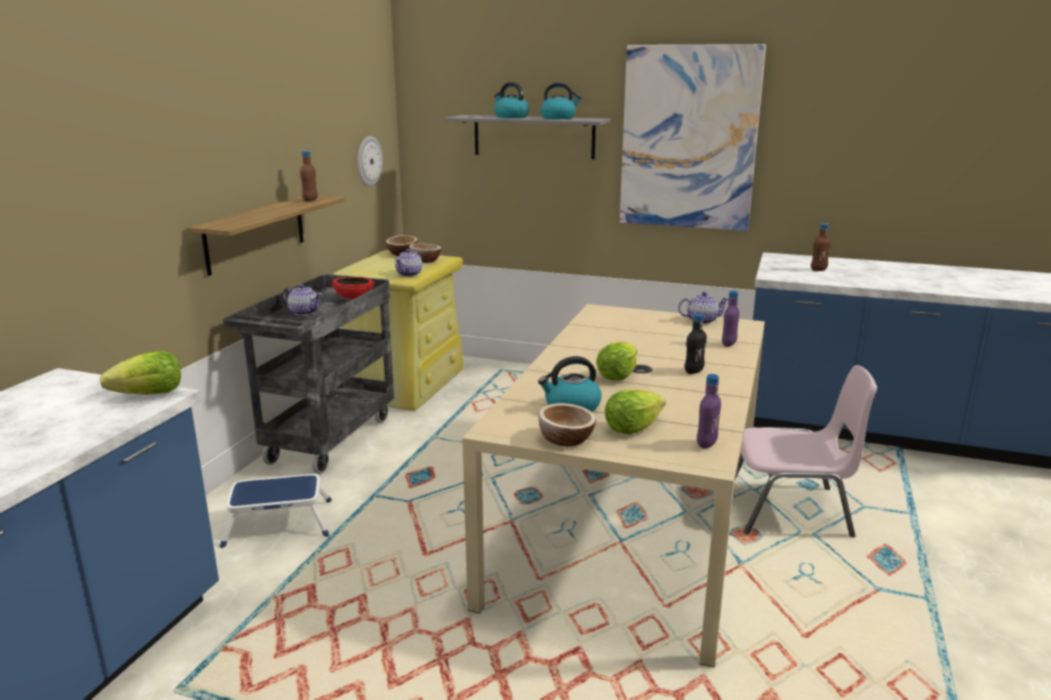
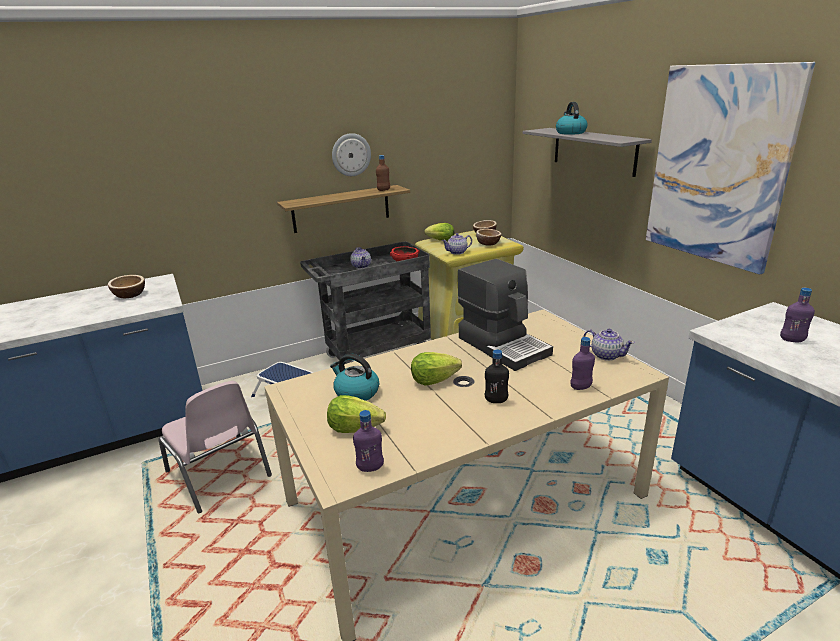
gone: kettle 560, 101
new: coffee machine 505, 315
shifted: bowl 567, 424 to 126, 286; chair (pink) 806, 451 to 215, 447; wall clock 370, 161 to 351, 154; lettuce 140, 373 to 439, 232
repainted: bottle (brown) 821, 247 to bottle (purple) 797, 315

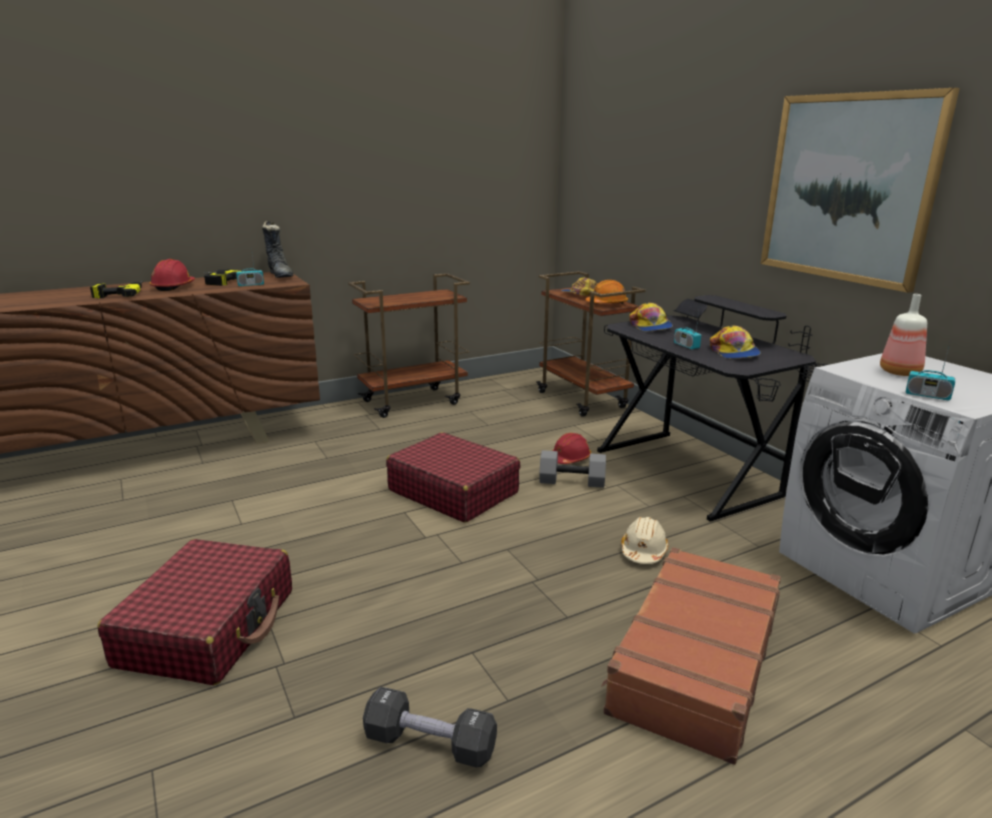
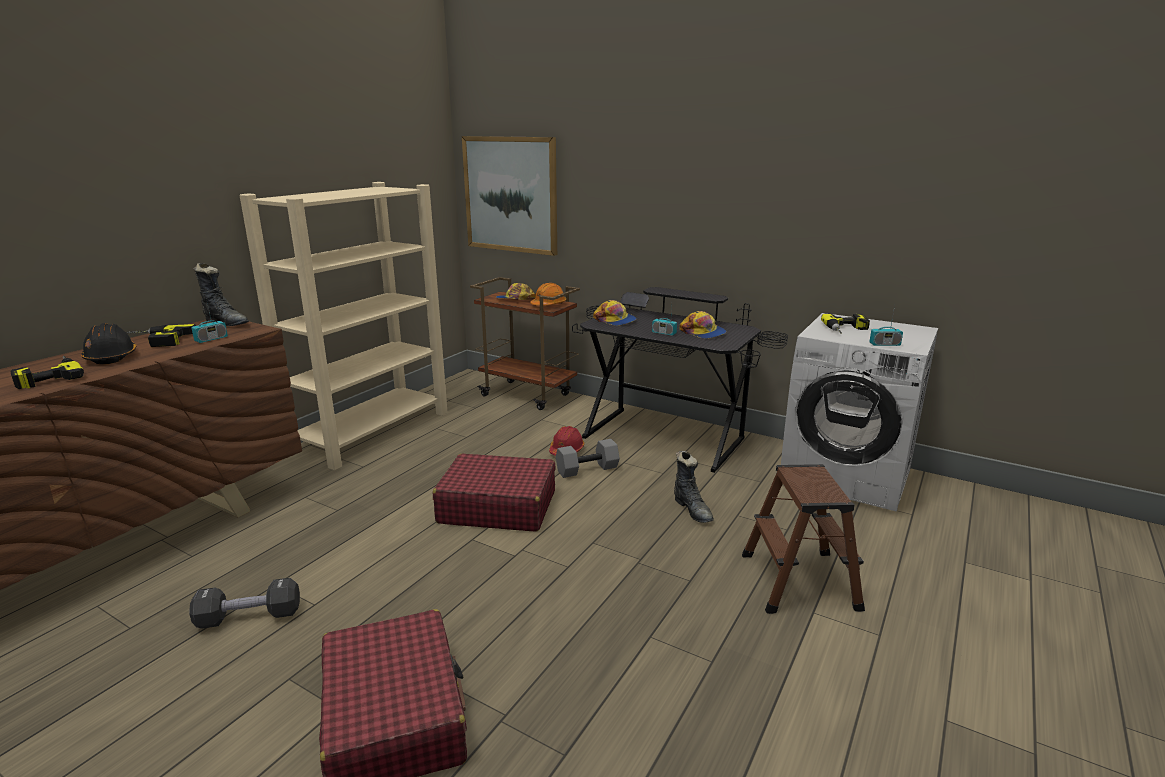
shifted: dumbbell (black) 430, 727 to 244, 603; picture 860, 190 to 509, 196
swapped: cart (brown) 409, 345 to bookcase (beige) 344, 326; hard hat (beige) 644, 540 to boot (black) 694, 487; suitcase (brown) 691, 656 to step ladder (brown) 803, 539; bottle 903, 335 to power drill 845, 323
repainted: hard hat (red) 172, 275 to hard hat (black) 108, 343

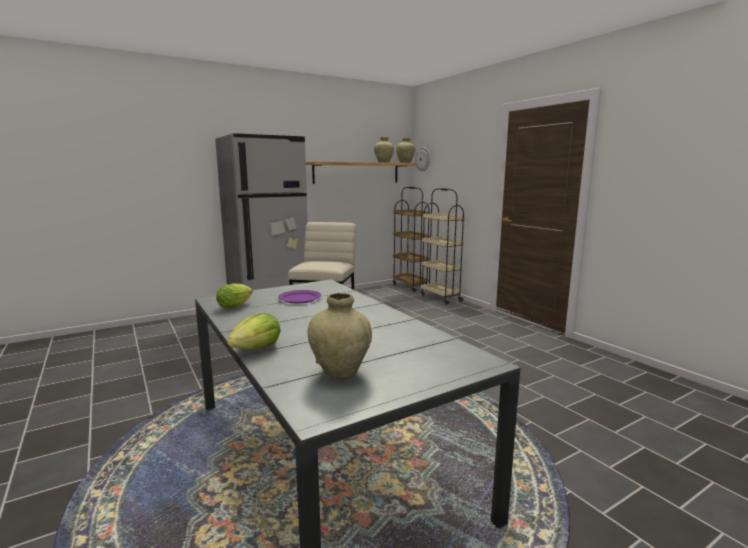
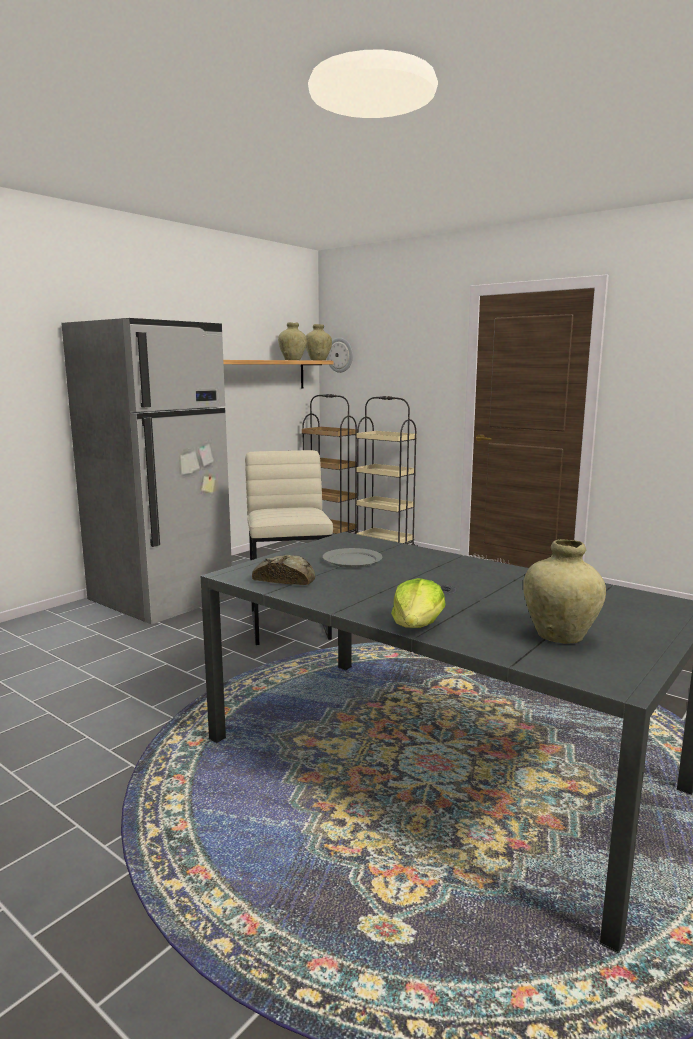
swapped: lettuce 234, 296 to bread 283, 570
repainted: plate (purple) 299, 296 to plate (grey) 352, 557

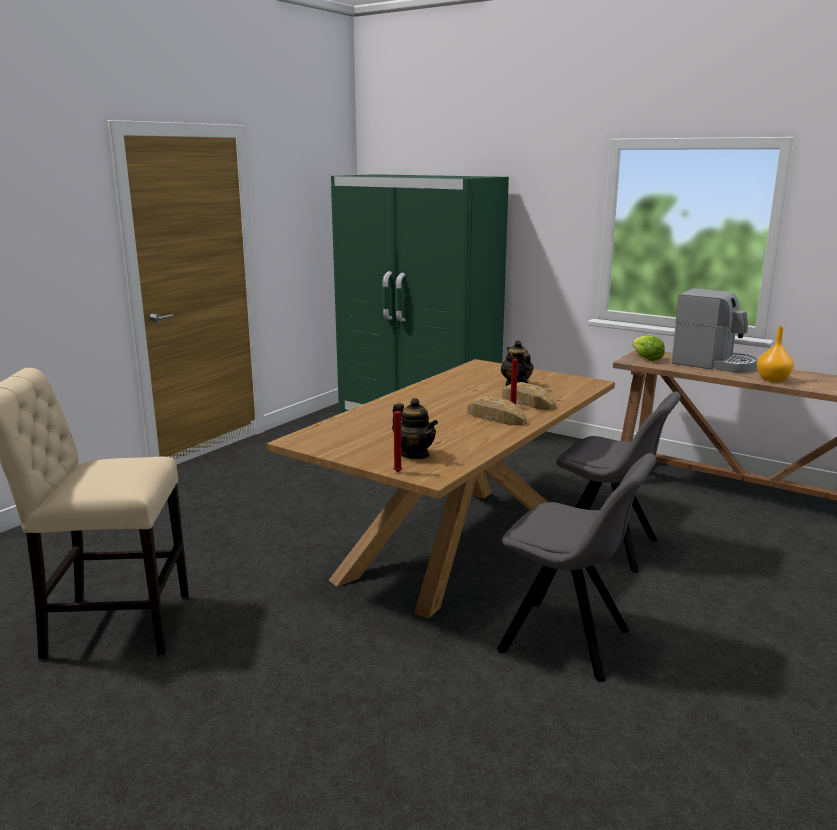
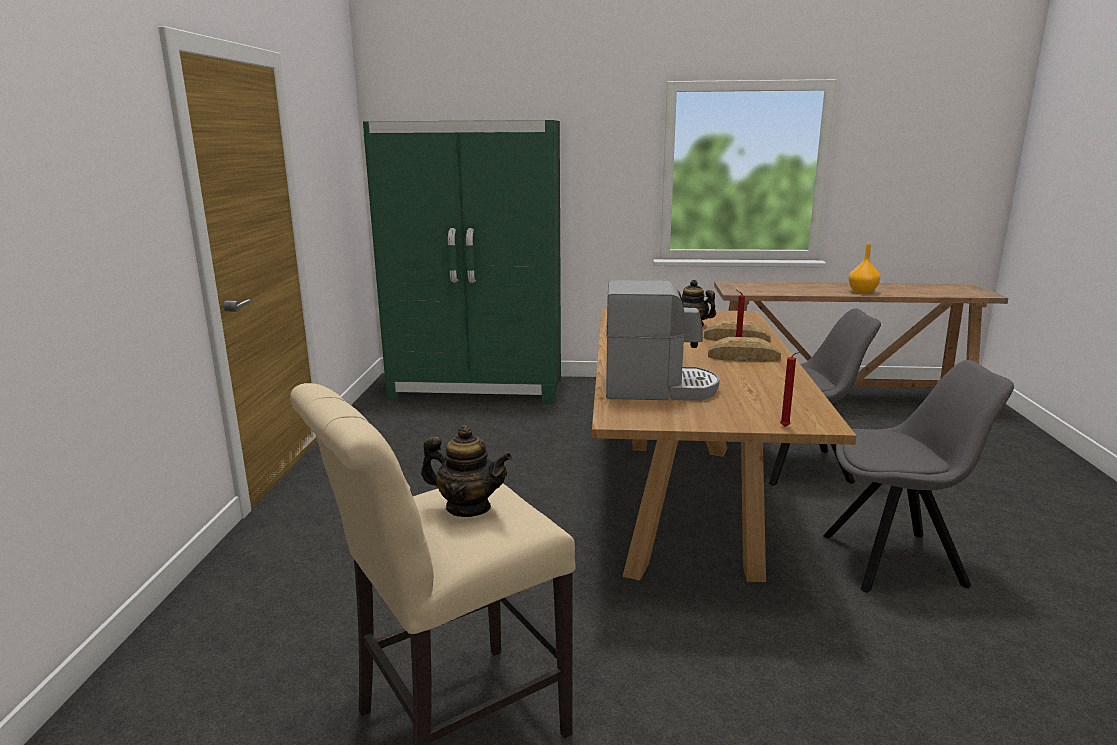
gone: lettuce 648, 348
shifted: teapot 415, 428 to 466, 471; coffee machine 714, 330 to 662, 340

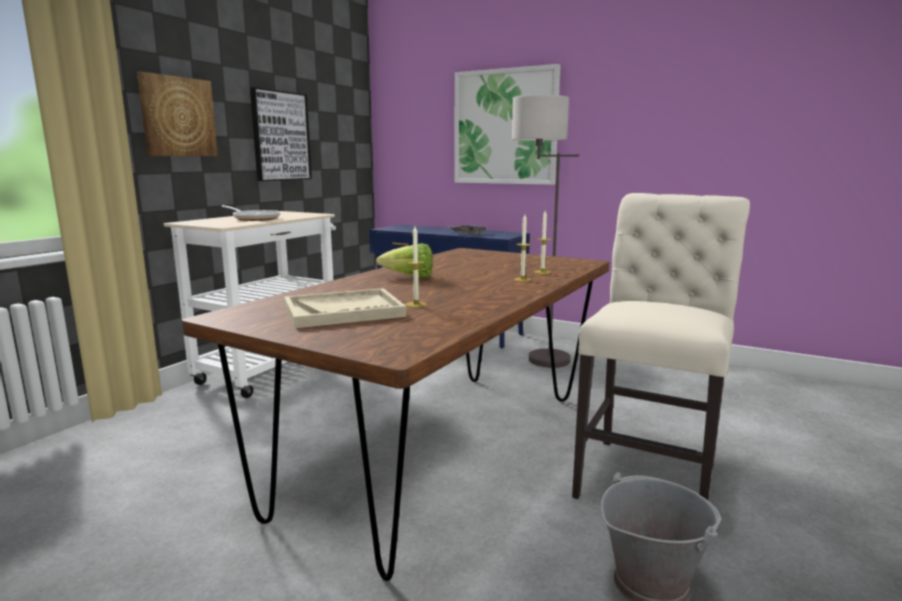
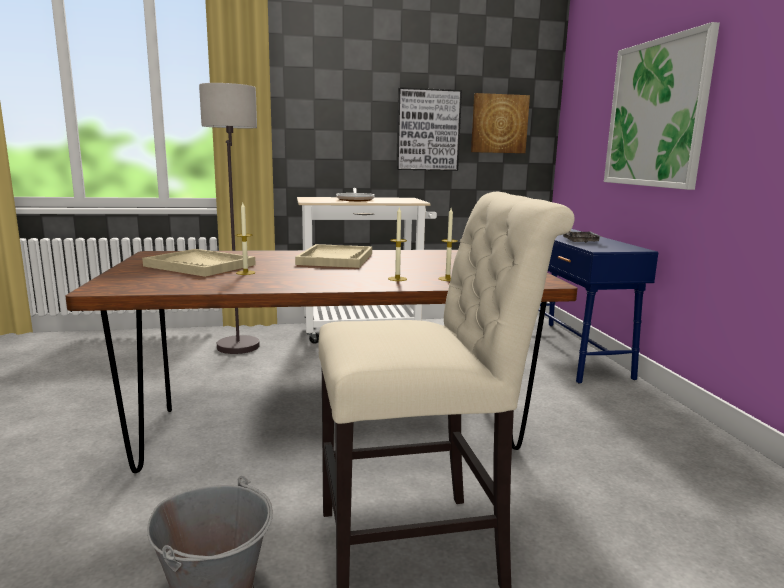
shifted: floor lamp (grey) 545, 231 to 229, 218; picture 177, 114 to 500, 123
swapped: lettuce 404, 260 to tray (beige) 333, 256

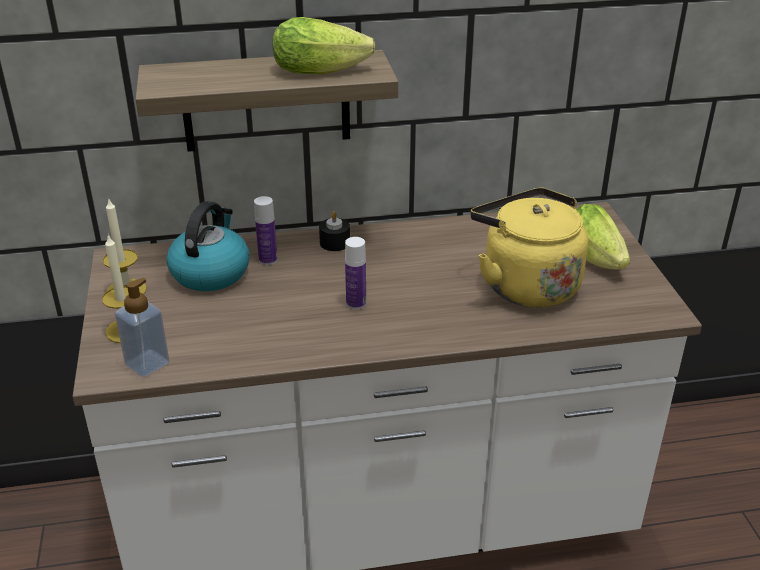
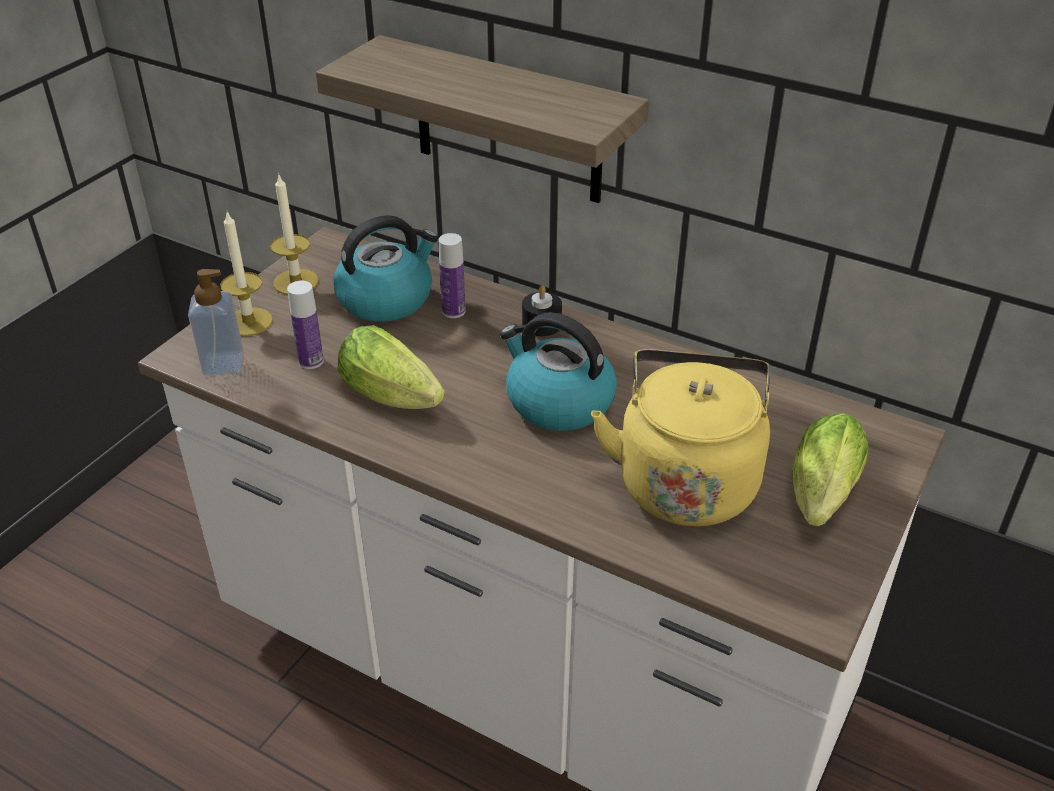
new: kettle 558, 371
shifted: bottle 355, 273 to 305, 325; lettuce 324, 46 to 391, 367

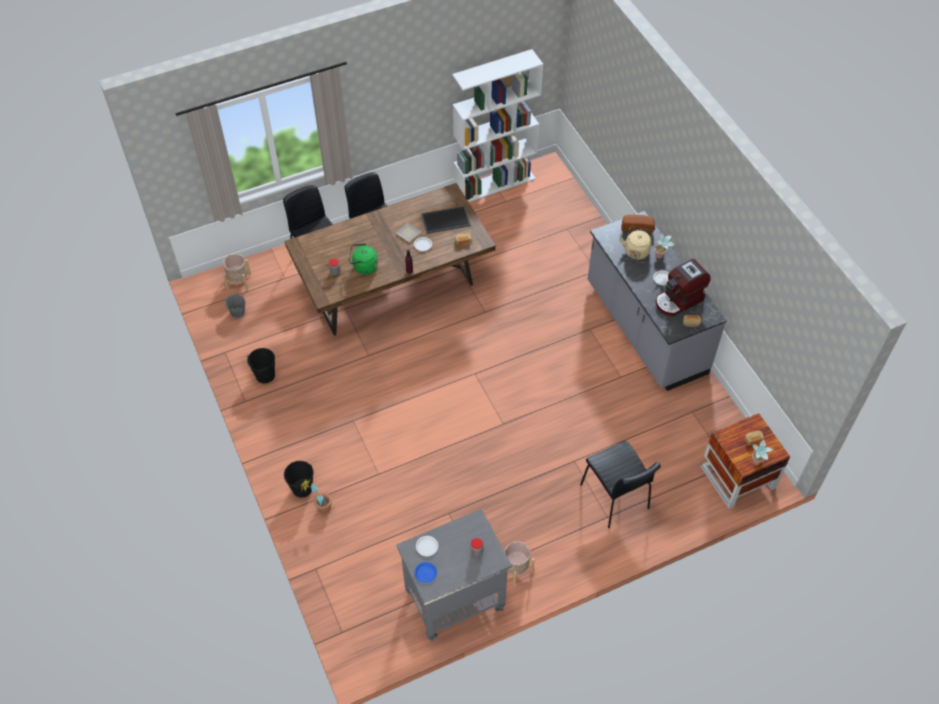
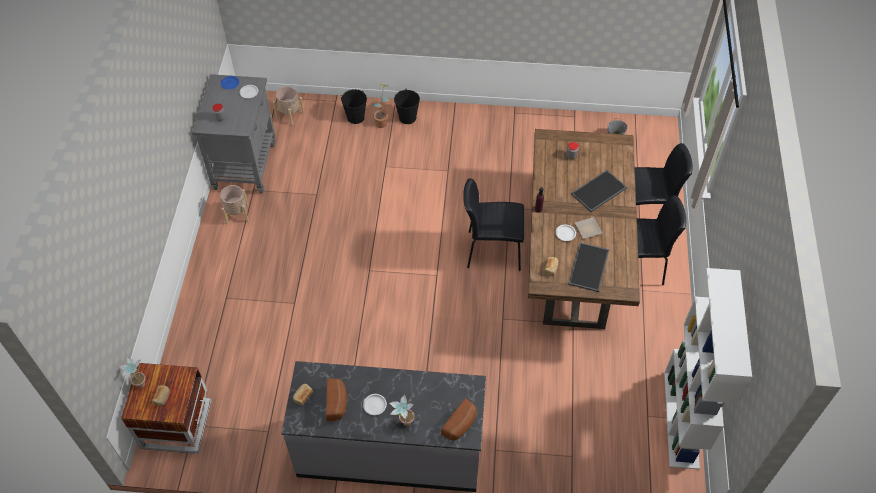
gone: kettle (green) 363, 259; kettle (beige) 637, 243
new: tray 599, 191
shifted: planter (beige) 237, 272 to 288, 105; bucket (black) 261, 366 to 354, 106; chair (black) 620, 484 to 493, 224
swapped: coffee machine 683, 287 to bread 336, 400

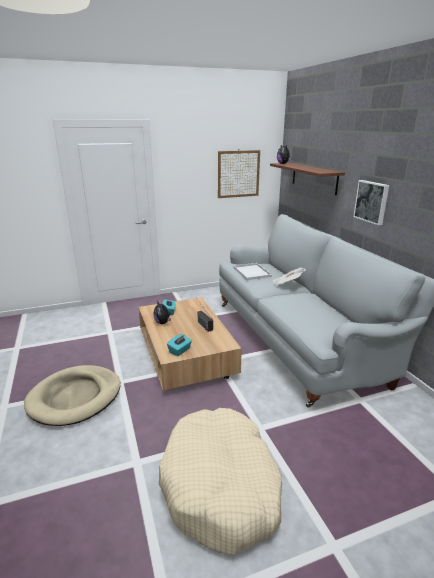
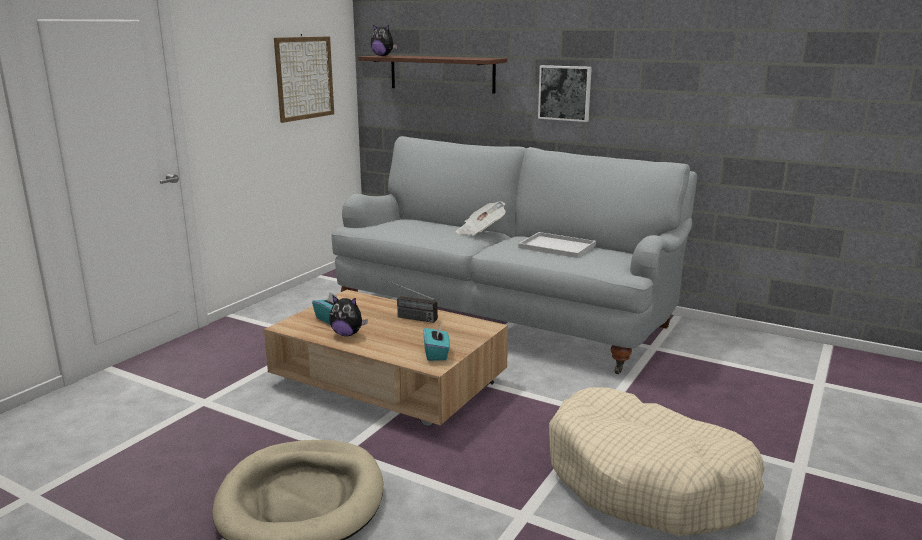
shifted: tray (white) 252, 271 to 557, 245

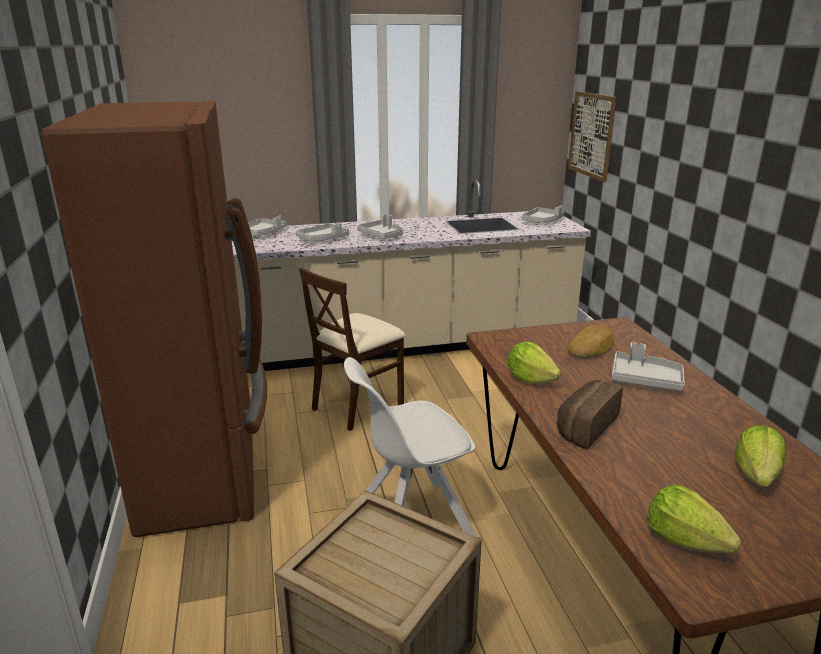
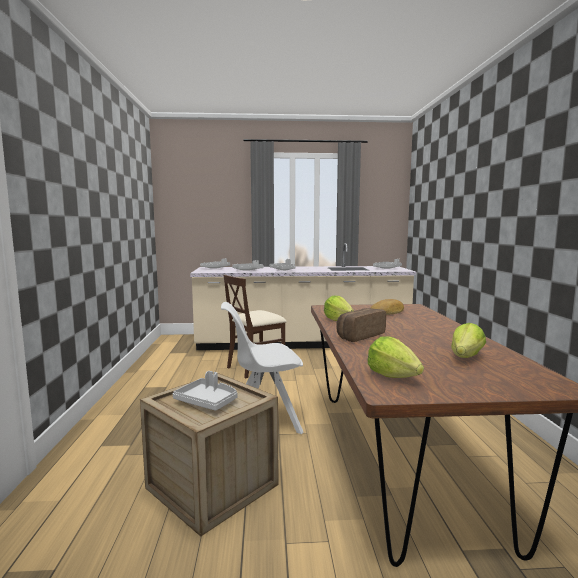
gone: fridge (brown) 154, 319; picture 592, 136
shifted: tray (grey) 648, 366 to 205, 391

